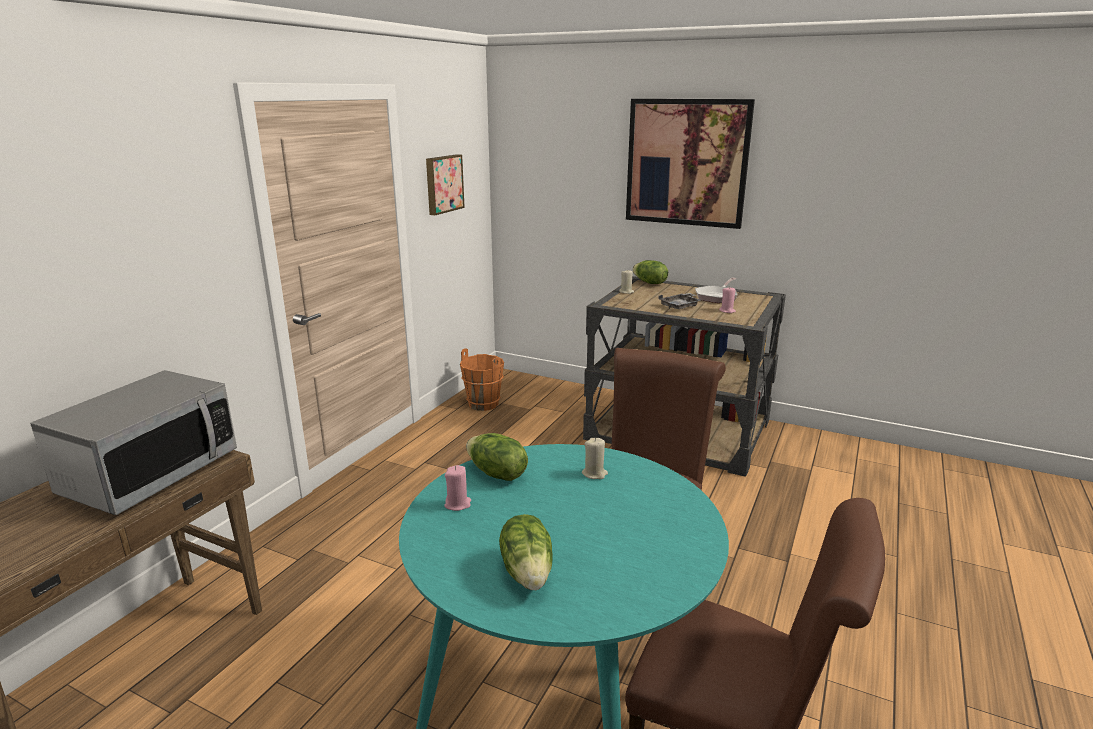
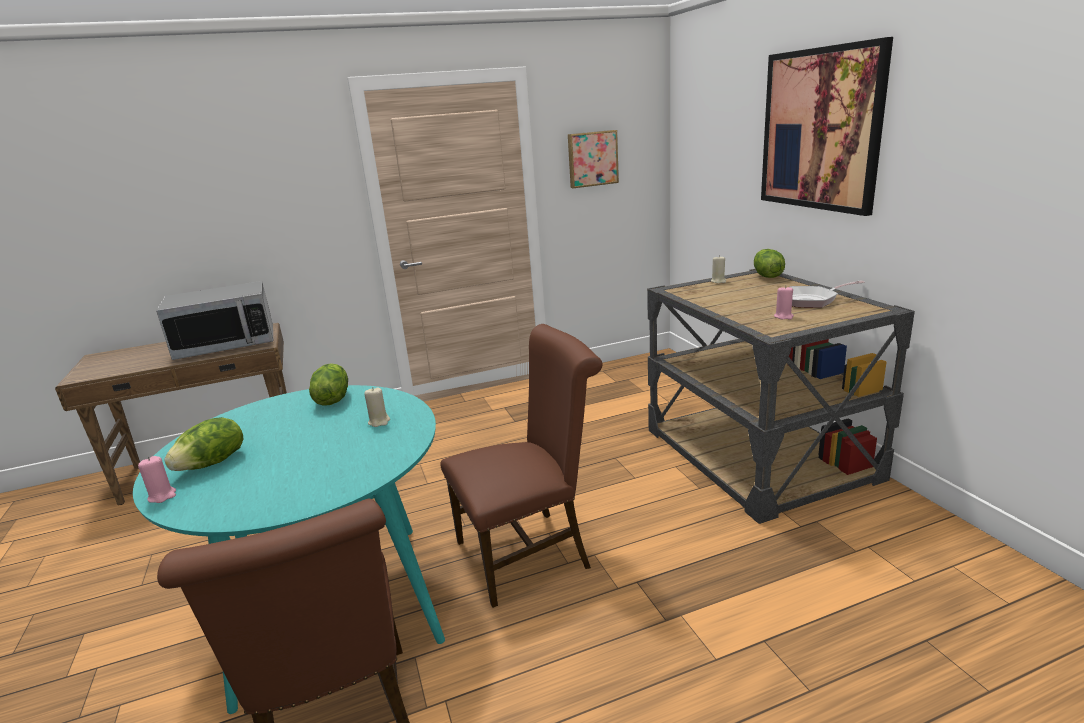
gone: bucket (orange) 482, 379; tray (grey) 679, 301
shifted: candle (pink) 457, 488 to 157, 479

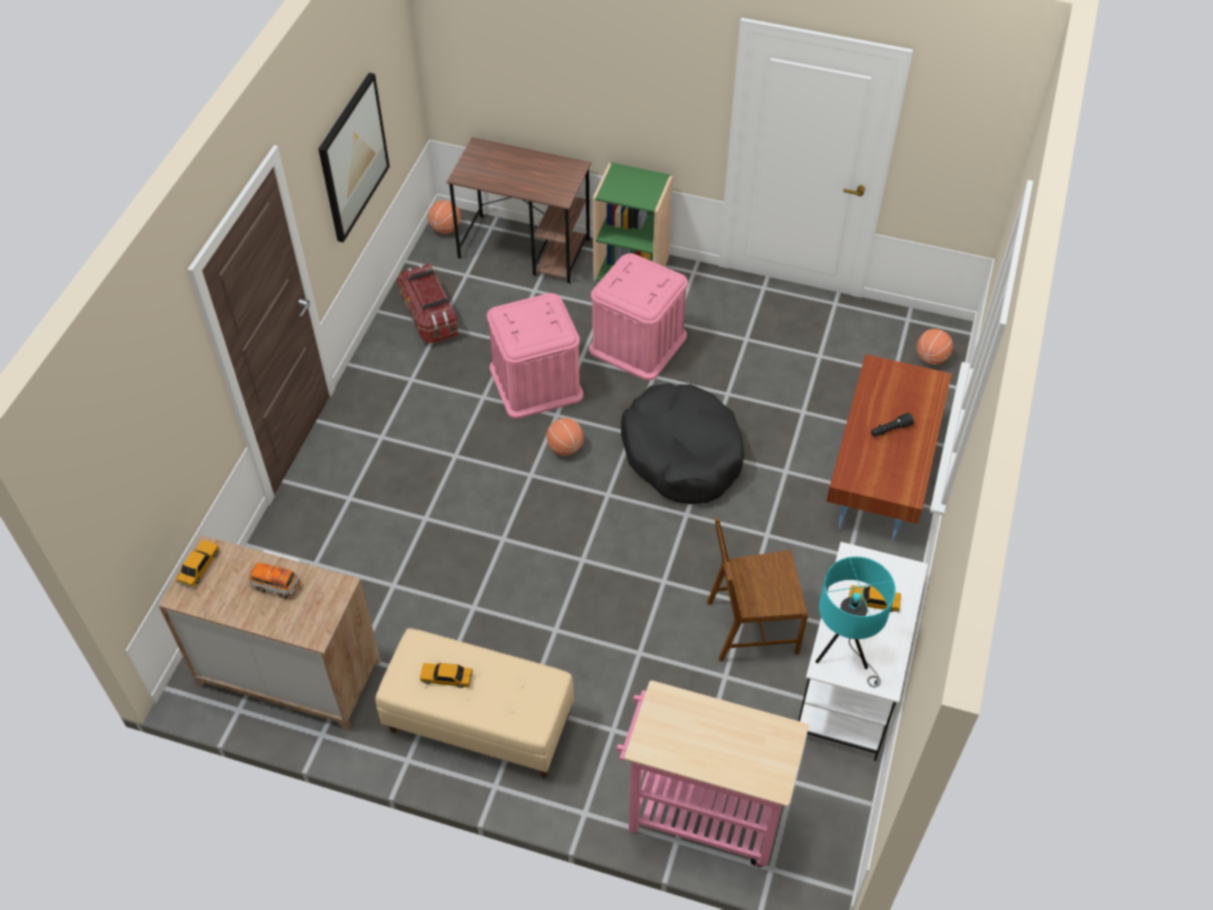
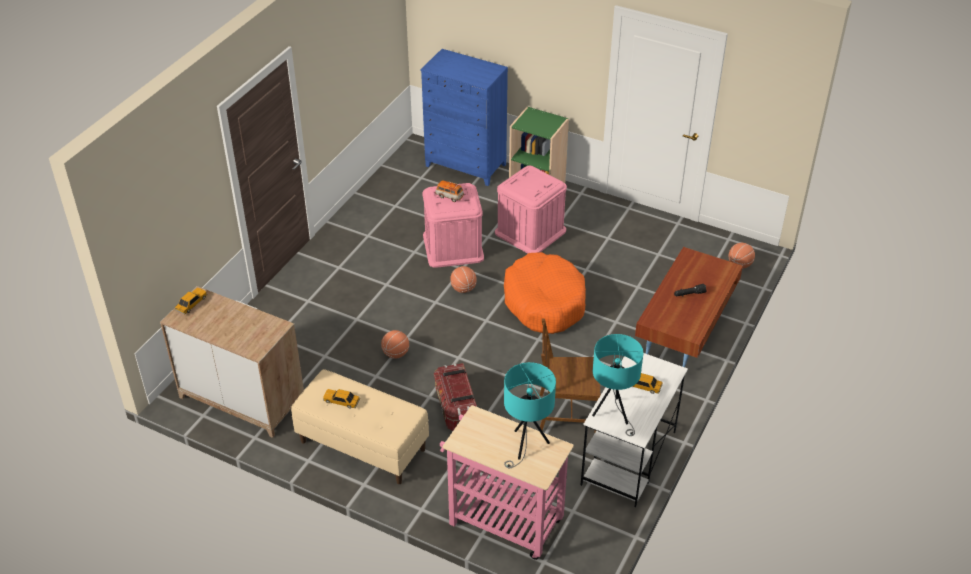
gone: picture 354, 158
new: table lamp (turquoise) 530, 415
shifted: basketball 444, 217 to 395, 344; storage box 427, 303 to 455, 397; toy car 274, 580 to 449, 191
swapped: desk (brown) 519, 210 to dresser (blue) 464, 117
repainted: dog bed (black) 682, 443 to dog bed (orange) 545, 293

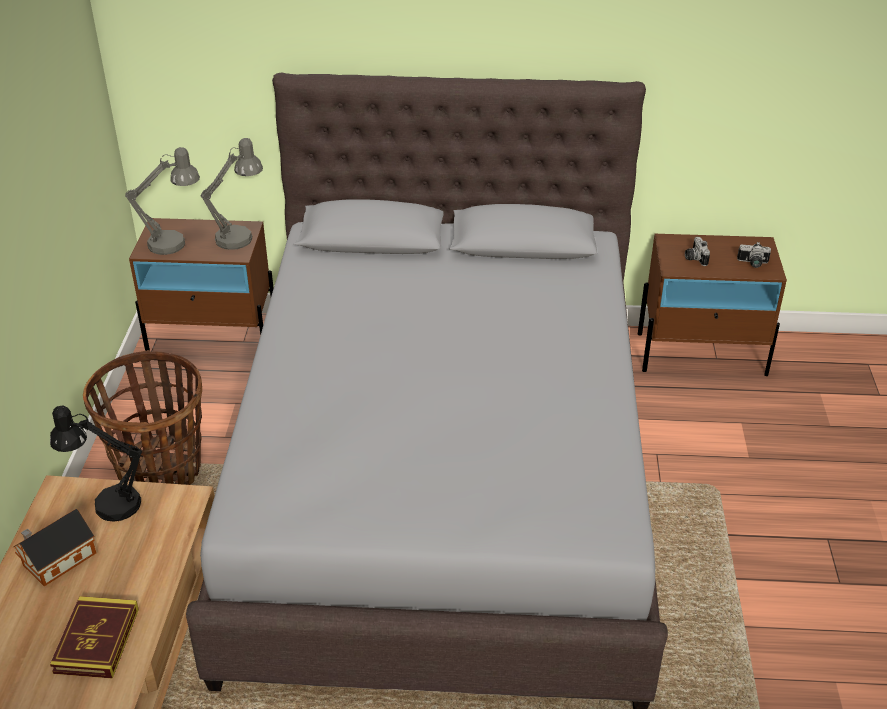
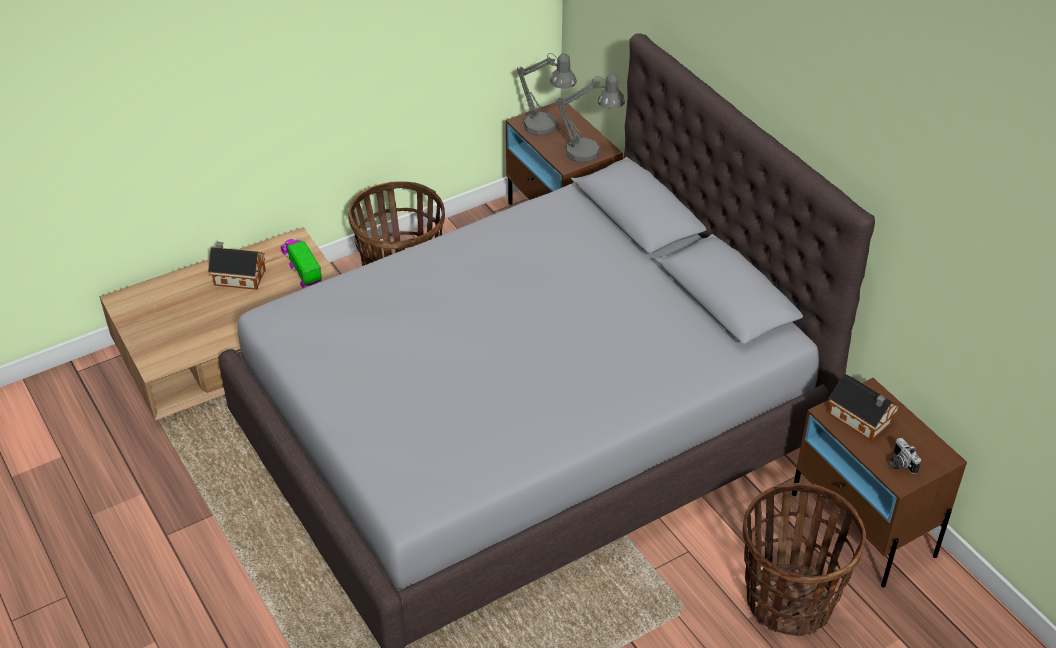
gone: book 94, 637
new: basket 804, 559
swapped: table lamp (black) 96, 463 to toy truck 301, 263; photo camera 697, 251 to toy house 864, 407

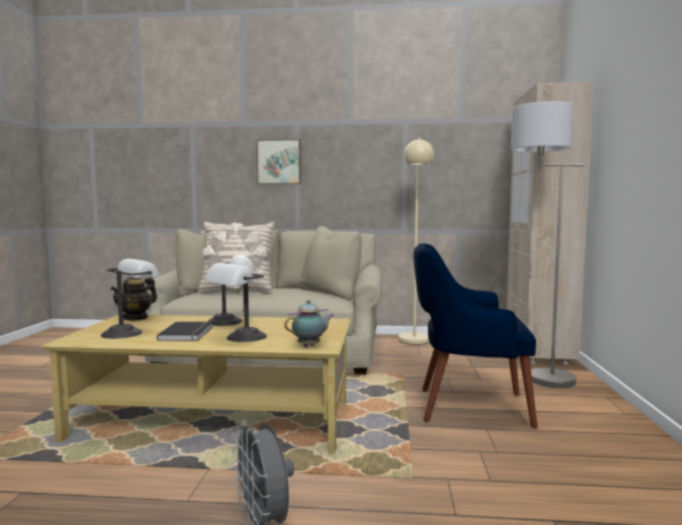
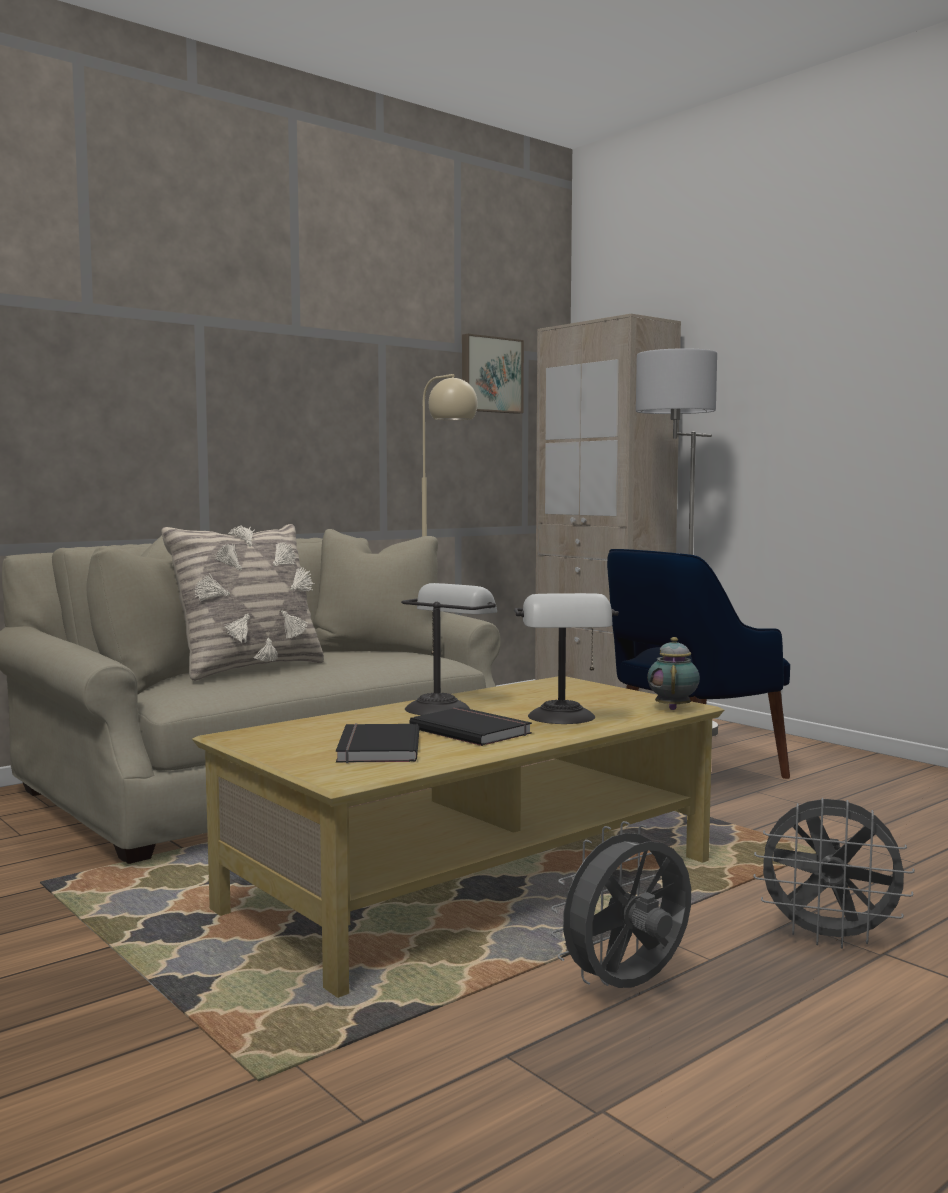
gone: teapot 133, 299
new: fan (grey) 621, 904
shifted: picture 278, 161 to 493, 374
swapped: table lamp 130, 299 to book (black) 377, 743

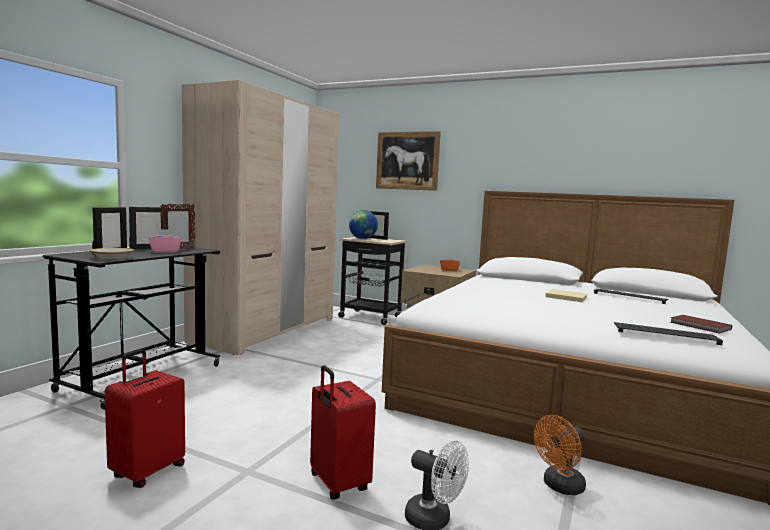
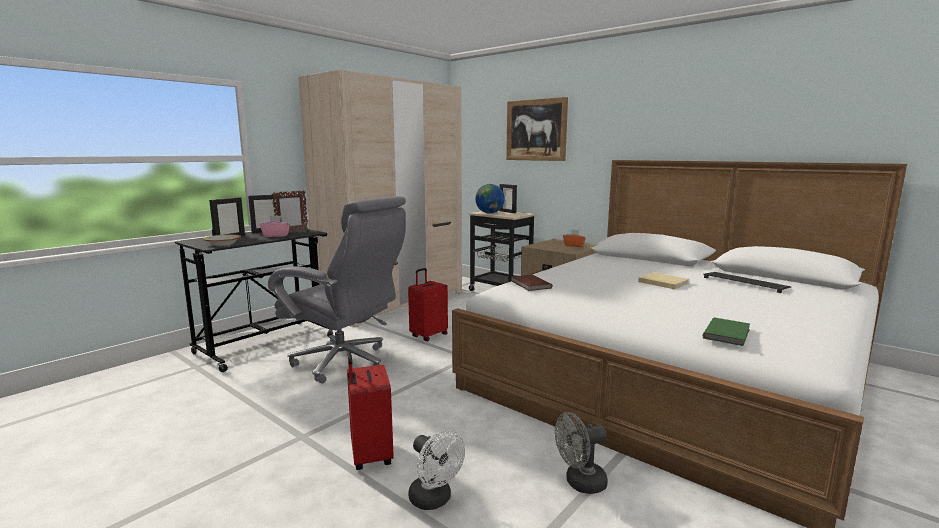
new: office chair (grey) 337, 289
shifted: suitcase (red) 145, 418 to 428, 304; book (brown) 701, 324 to 531, 283
swapped: keyboard 668, 333 to book (green) 726, 331
repainted: fan (orange) 560, 455 to fan (grey) 581, 453

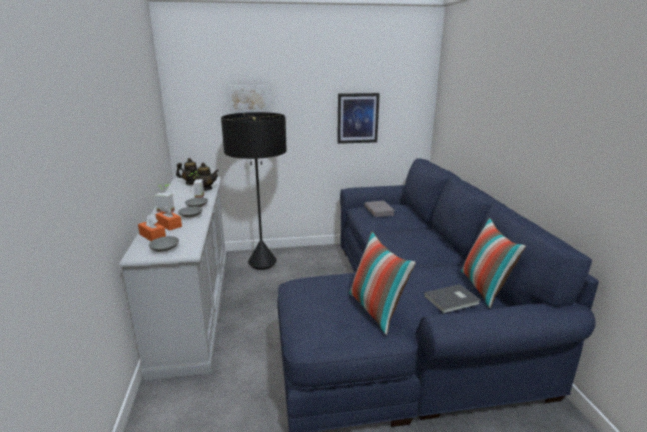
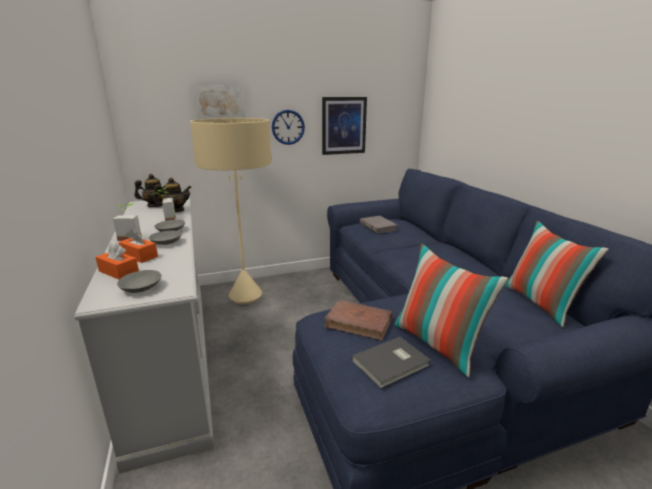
new: wall clock 288, 127; book (brown) 358, 320
shifted: book (grey) 452, 298 to 391, 363
repainted: floor lamp (black) 254, 191 to floor lamp (beige) 230, 211

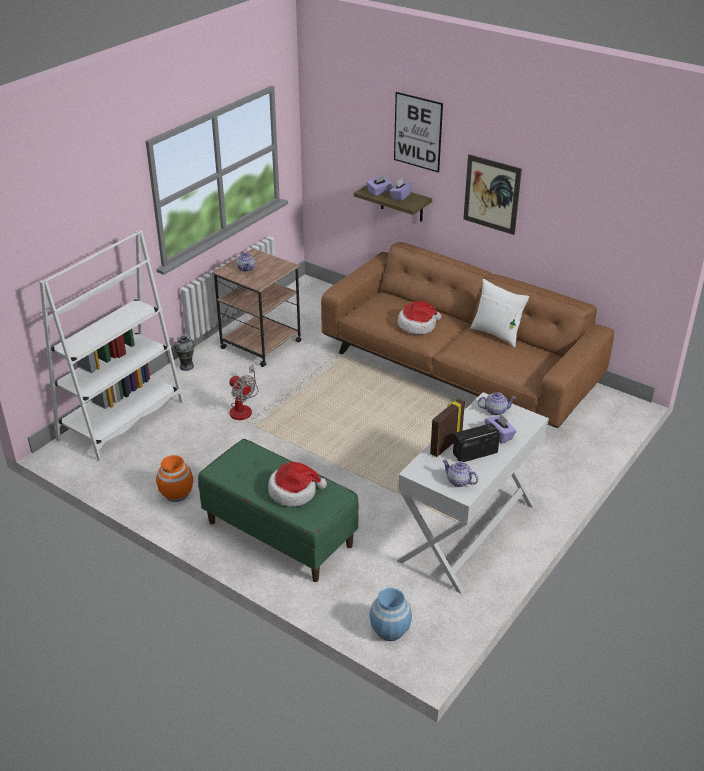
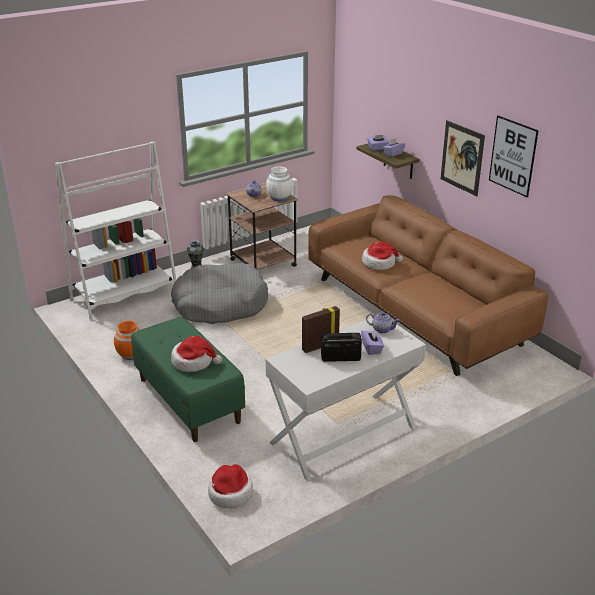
gone: teapot 460, 473; pillow (white) 499, 313
new: vase (white) 279, 184
shifted: picture 418, 132 to 514, 156
swapped: fan 243, 392 to dog bed (grey) 219, 293; vase (blue) 390, 614 to hat 230, 486

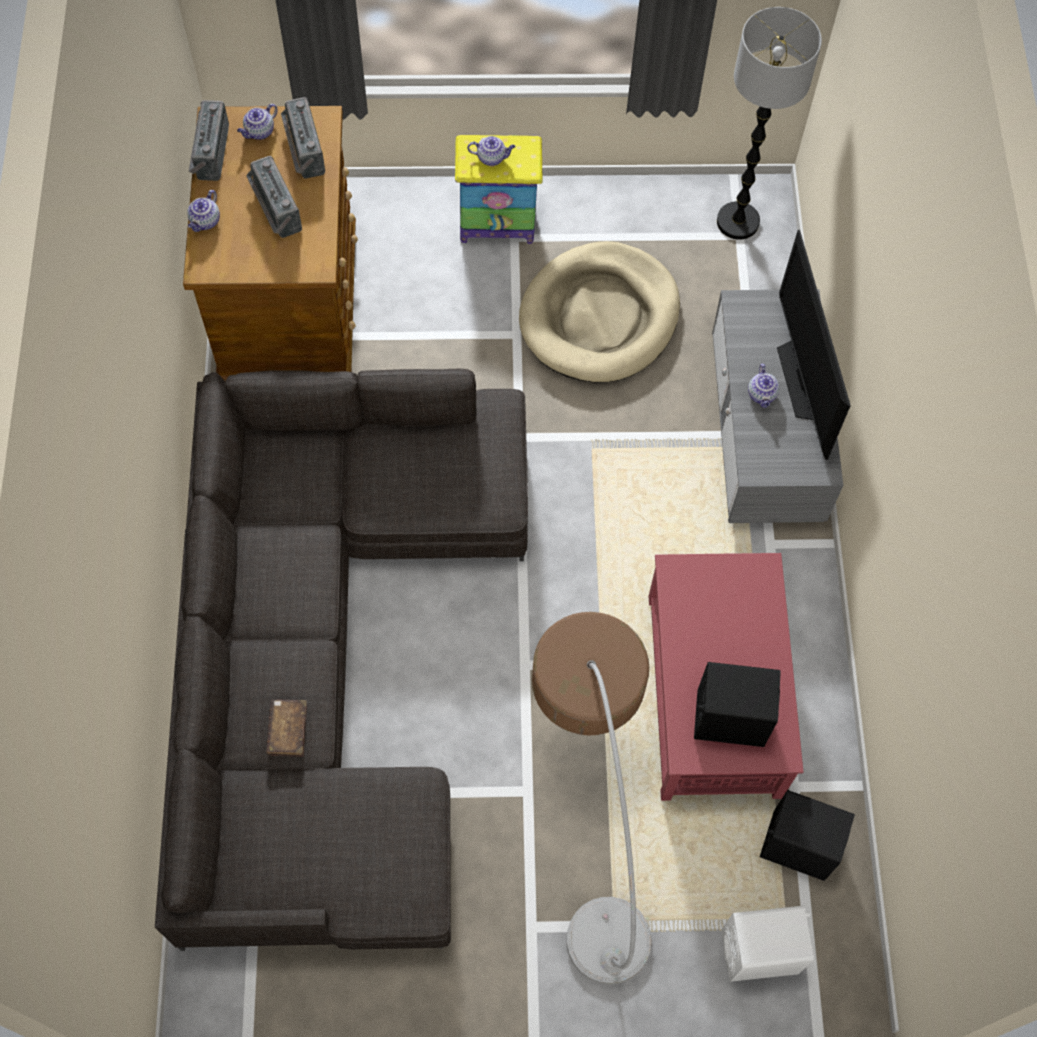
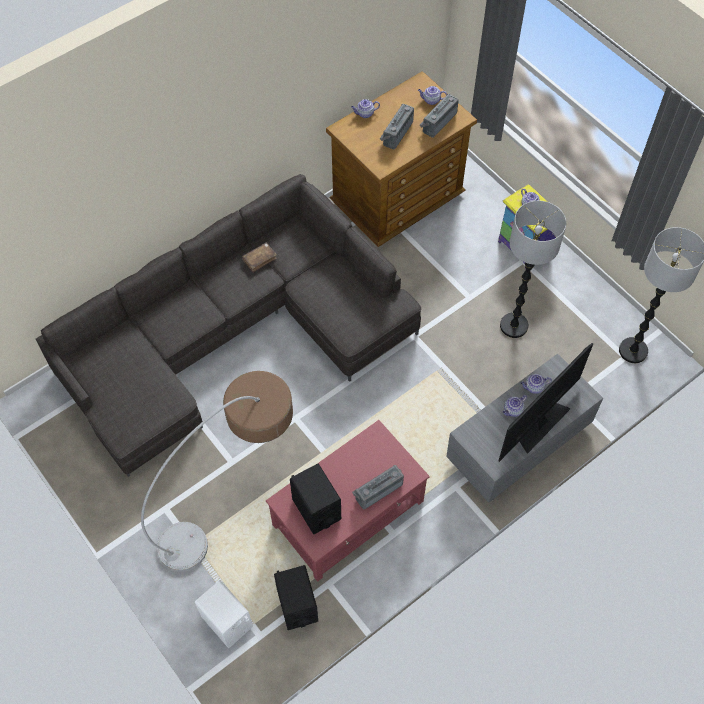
new: teapot 536, 384
shifted: book (brown) 286, 728 to 259, 258; radio 209, 140 to 378, 487
swapped: dog bed (beige) 599, 312 to floor lamp 533, 269

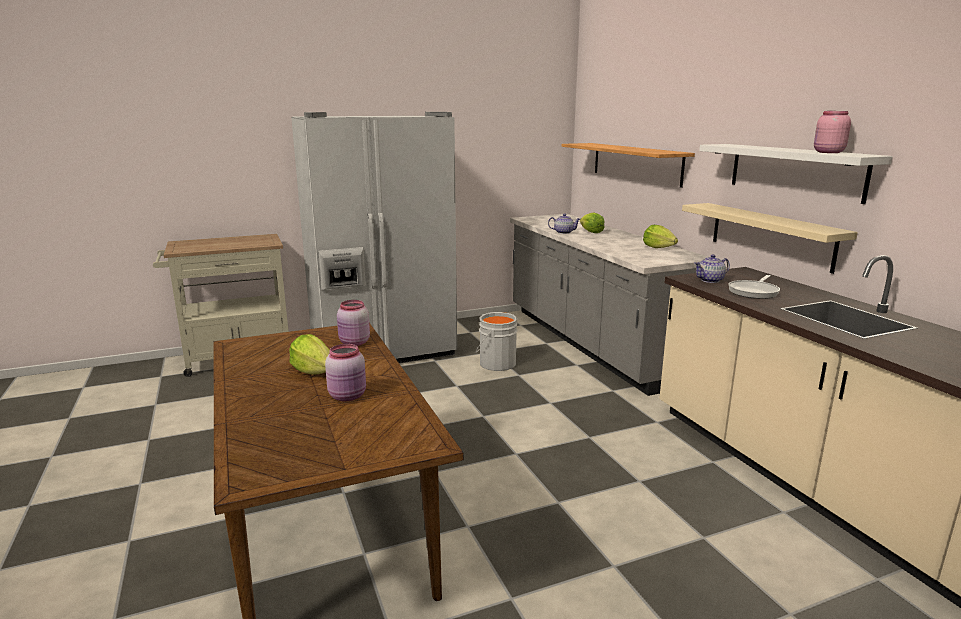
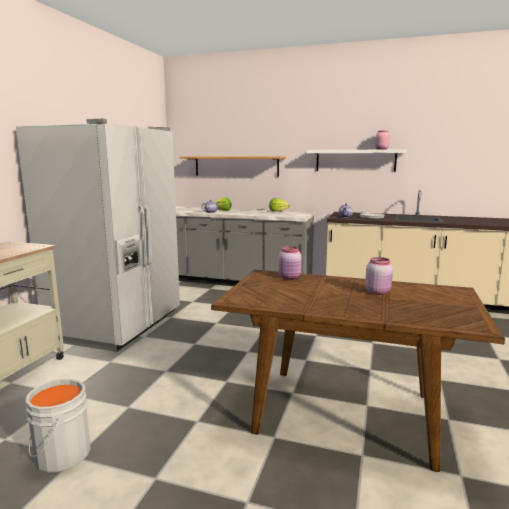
gone: lettuce 309, 354; shelf (beige) 770, 238
shifted: bucket (grey) 496, 341 to 58, 425

